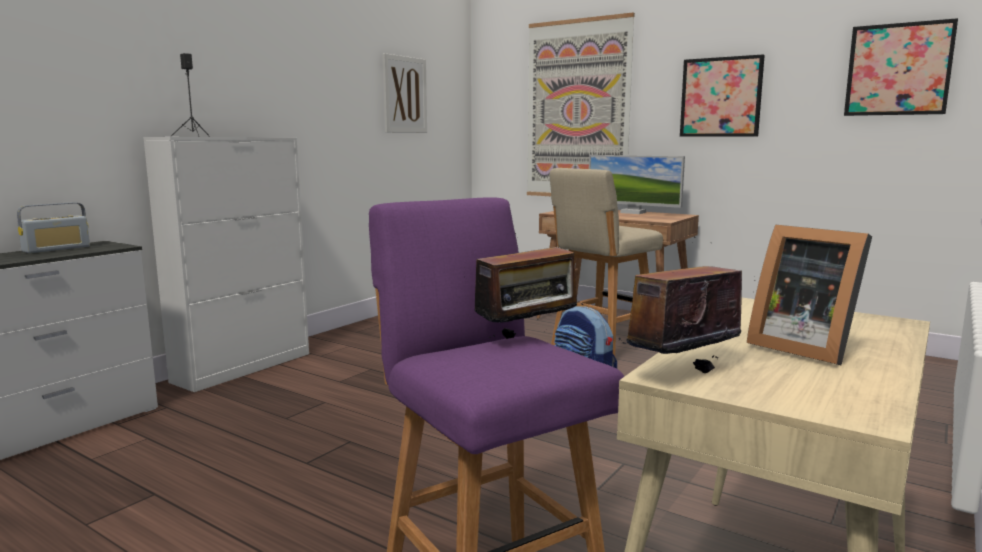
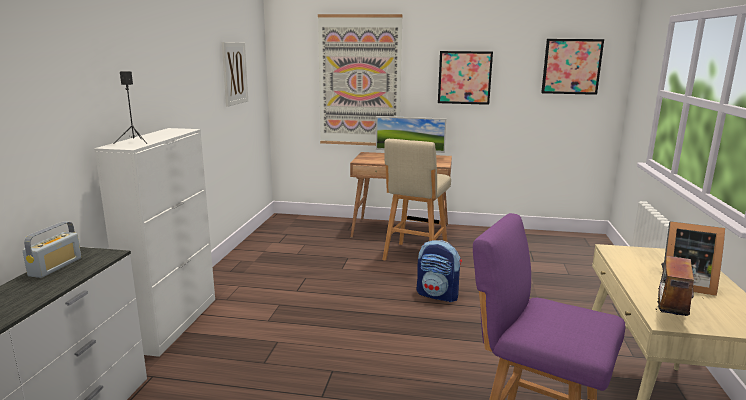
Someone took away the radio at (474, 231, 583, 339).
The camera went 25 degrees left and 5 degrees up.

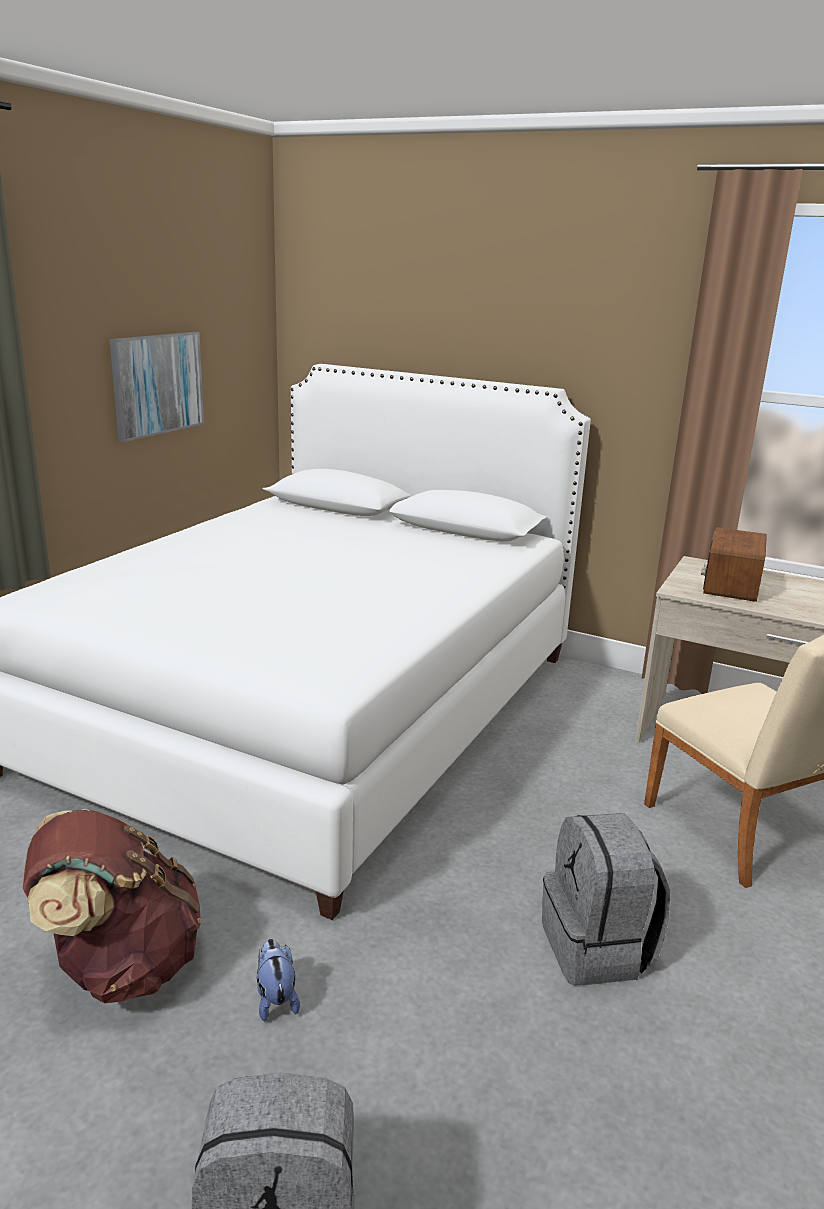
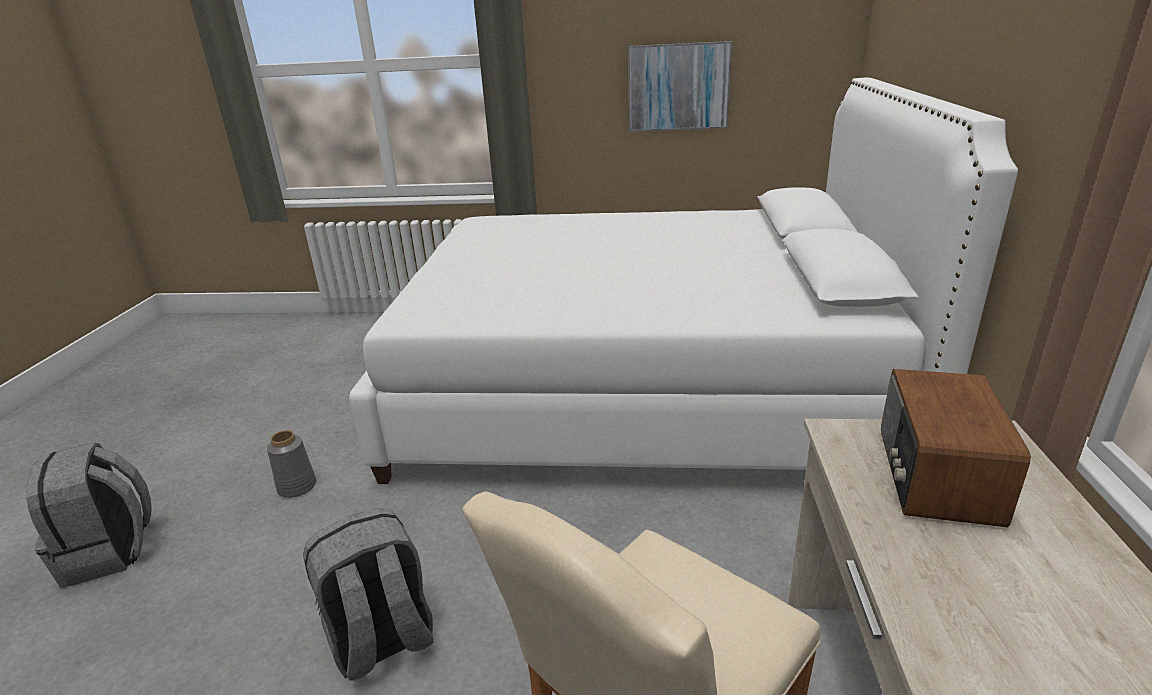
Someone took away the mochila/marrón at (23, 809, 201, 1003).
Someone swapped the peluche at (257, 939, 300, 1021) for the florero/gris at (267, 430, 316, 498).
Someone rotated the radio at (701, 527, 767, 602) by 75 degrees counterclockwise.
The camera went 70 degrees right and 5 degrees up.

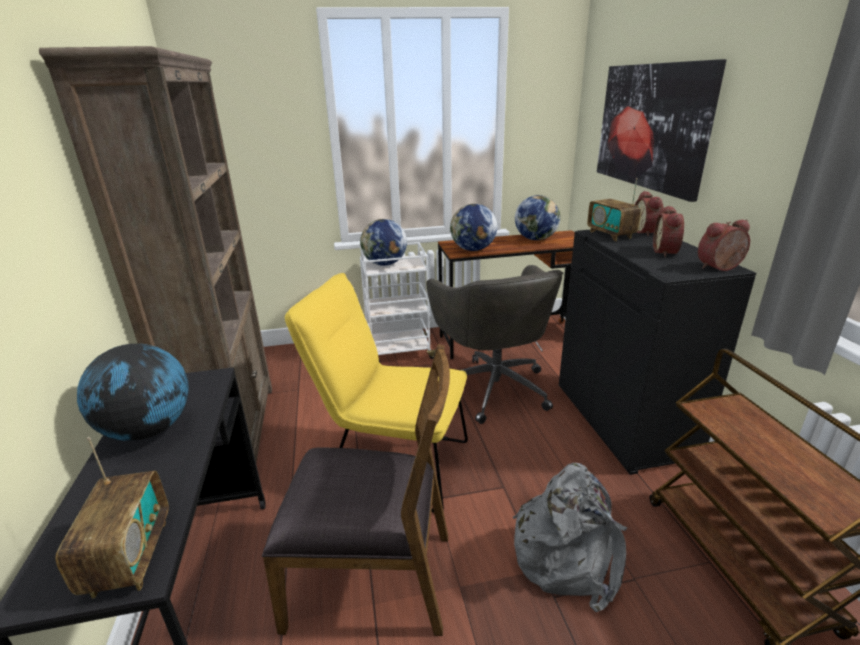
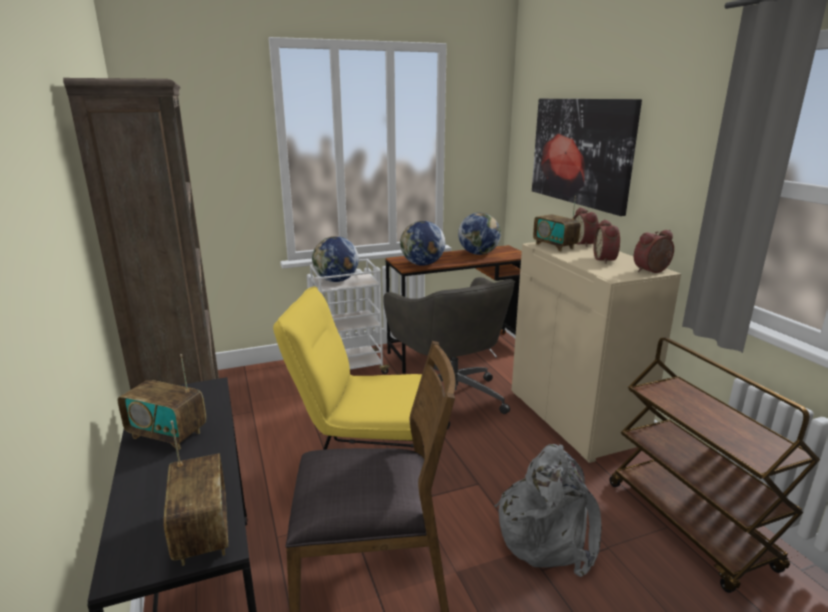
Someone swapped the globo terráqueo at (77, 344, 189, 441) for the radio at (118, 354, 206, 450).
Someone repainted the armario/negro at (559, 230, 756, 475), which became the armario/beis at (512, 242, 681, 463).
The camera went 10 degrees left and 5 degrees down.

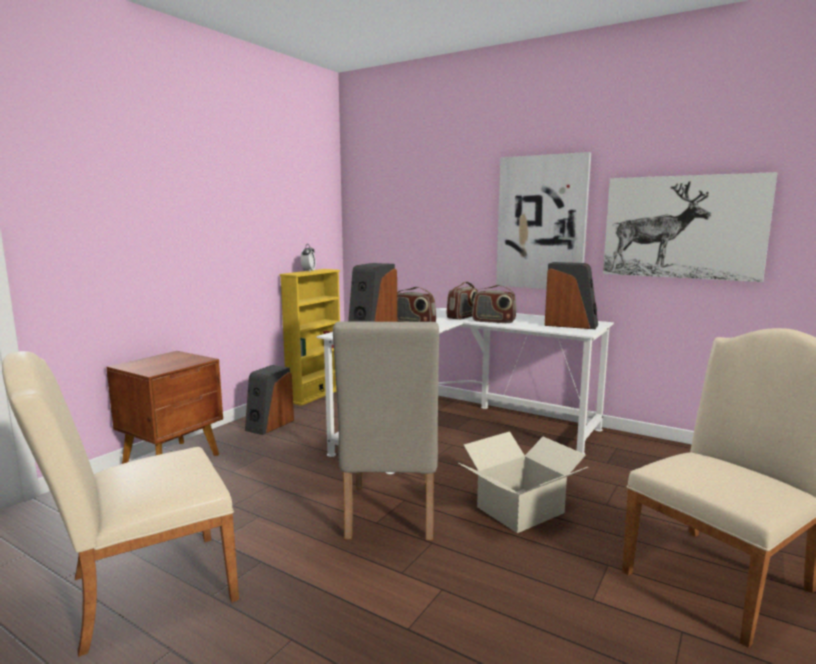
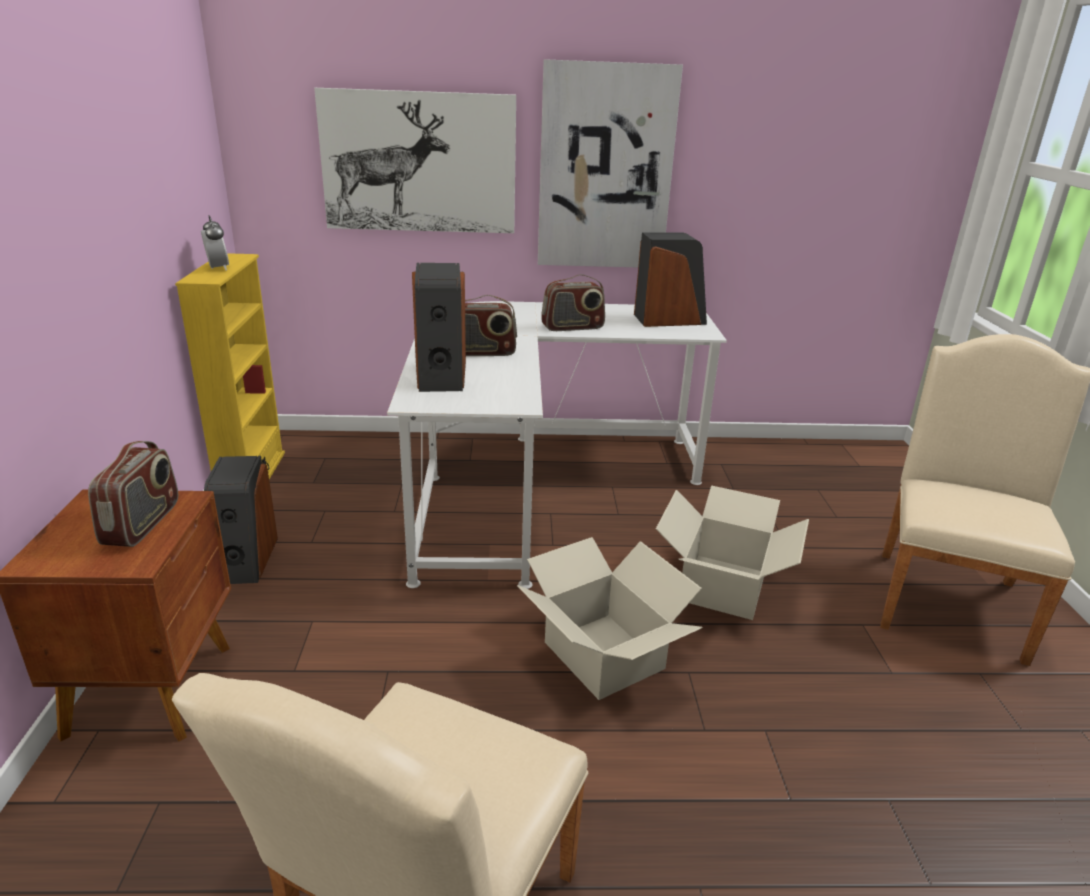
Someone carried the radio from (447, 282, 478, 320) to (88, 441, 178, 547).
Someone carried the cuadro from (603, 172, 778, 282) to (314, 88, 516, 233).
Someone swapped the silla/beis at (333, 321, 439, 540) for the caja de cartón at (517, 537, 702, 700).
The camera went 35 degrees left and 15 degrees up.

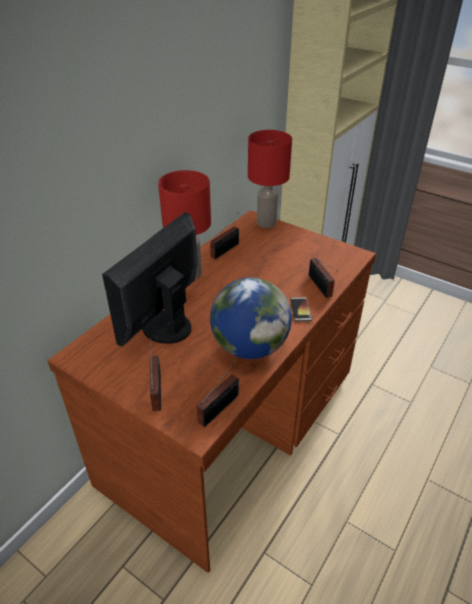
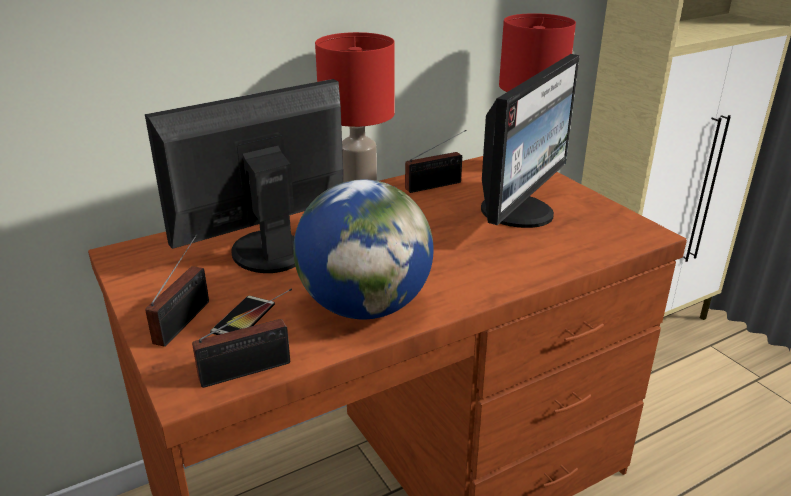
Someone took away the radio at (309, 258, 338, 298).
Someone put down the monitor at (481, 54, 580, 228).
Someone carried the móvil from (290, 297, 312, 322) to (210, 296, 275, 335).
The camera went 25 degrees right and 10 degrees down.

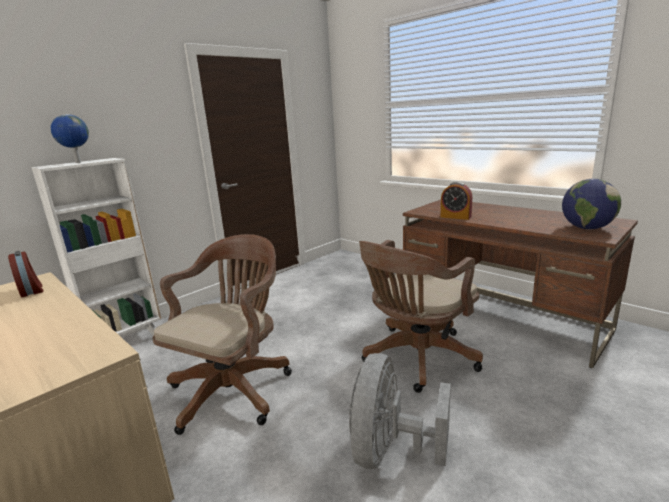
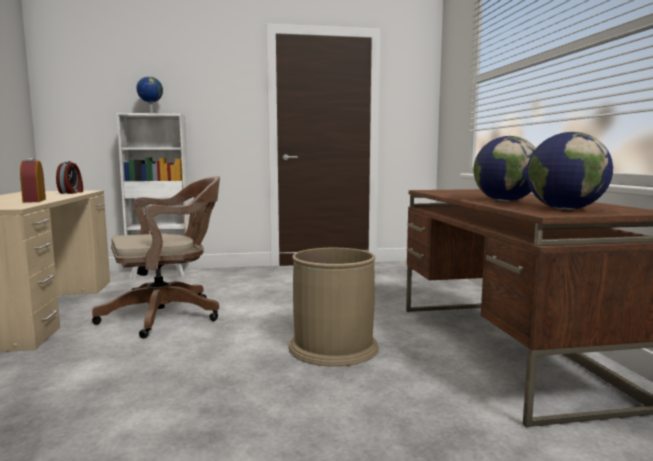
Someone took away the ventilador/gris at (349, 353, 451, 469).
Someone put down the globo terráqueo at (473, 136, 536, 201).
Someone carried the despertador from (441, 182, 472, 220) to (20, 158, 46, 203).
Someone swapped the silla de oficina/marrón at (359, 240, 483, 393) for the papelera/marrón at (289, 248, 379, 367).
The camera went 35 degrees right and 10 degrees down.

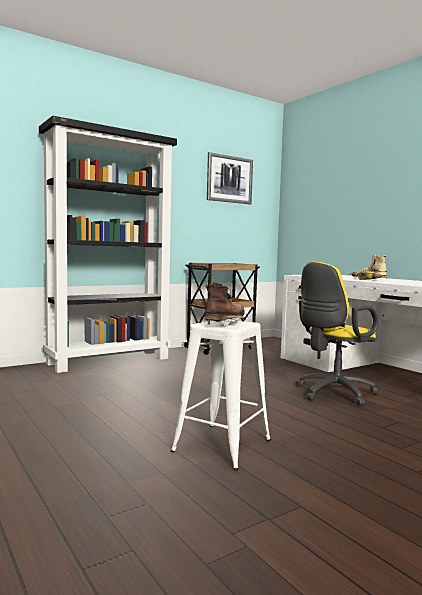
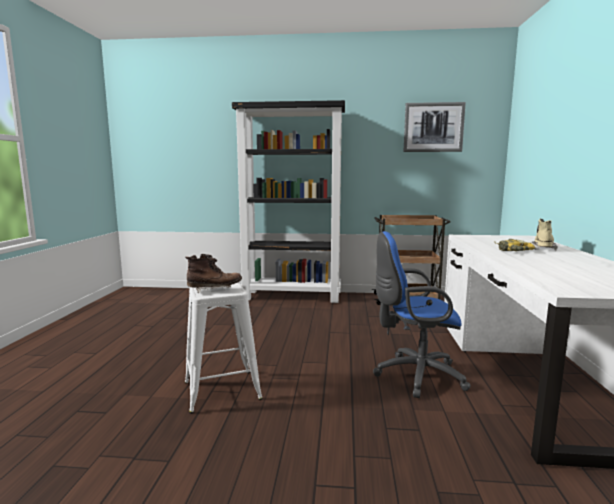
Someone repainted the silla de oficina/amarillo at (296, 262, 379, 406), which became the silla de oficina/azul at (373, 231, 471, 398).
The camera went 40 degrees right and 5 degrees up.

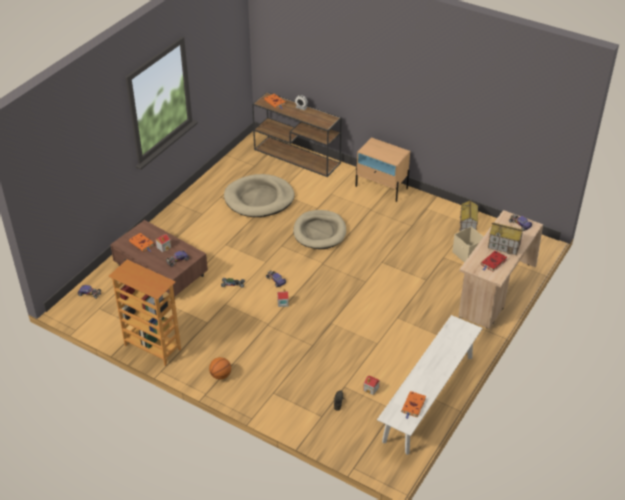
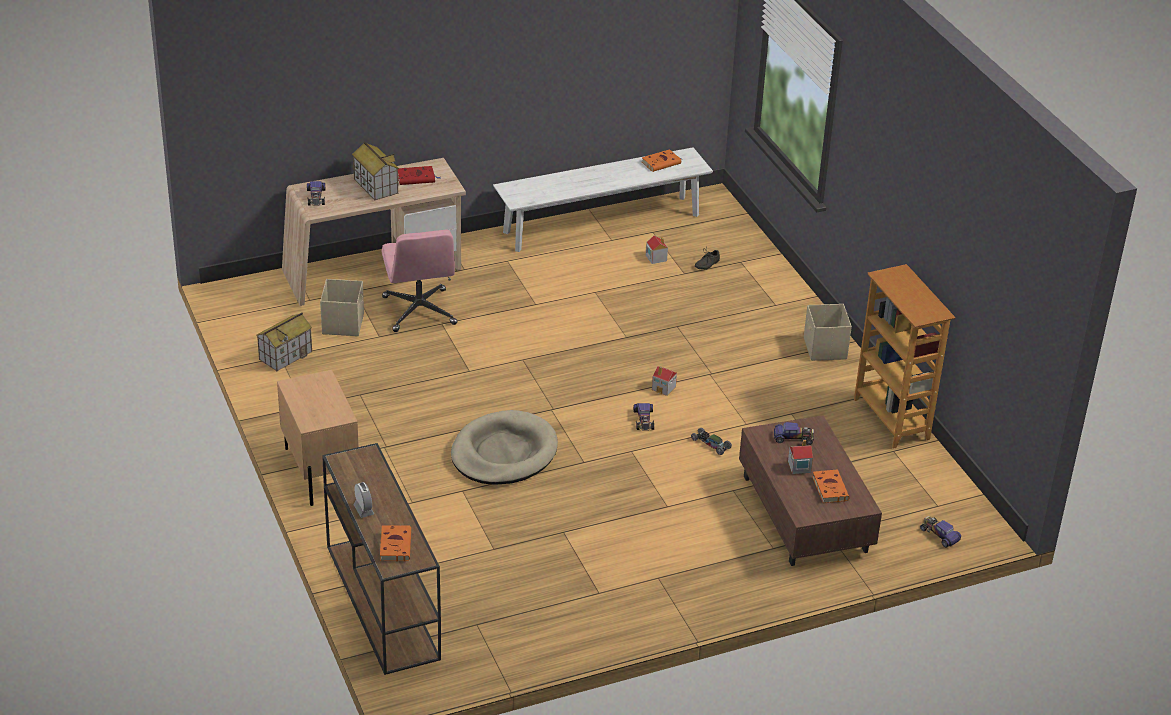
Someone took away the cama para perro/beis at (224, 174, 295, 217).
Someone put down the silla de oficina/rosa at (381, 230, 457, 332).
Someone swapped the balón de baloncesto at (209, 357, 231, 380) for the caja de almacenaje/beis at (804, 304, 852, 361).
The camera went 145 degrees left and 5 degrees down.

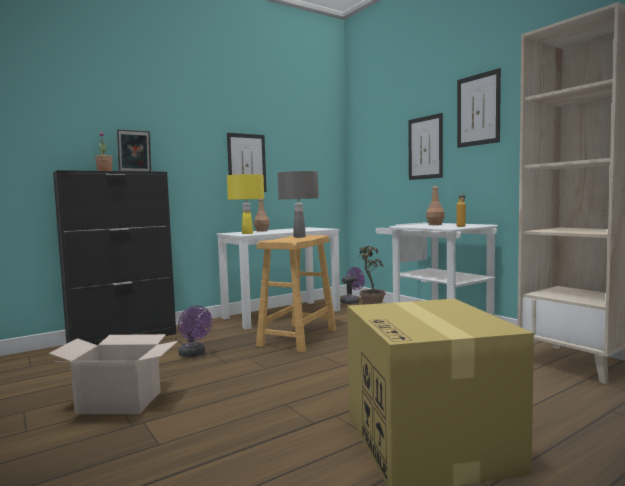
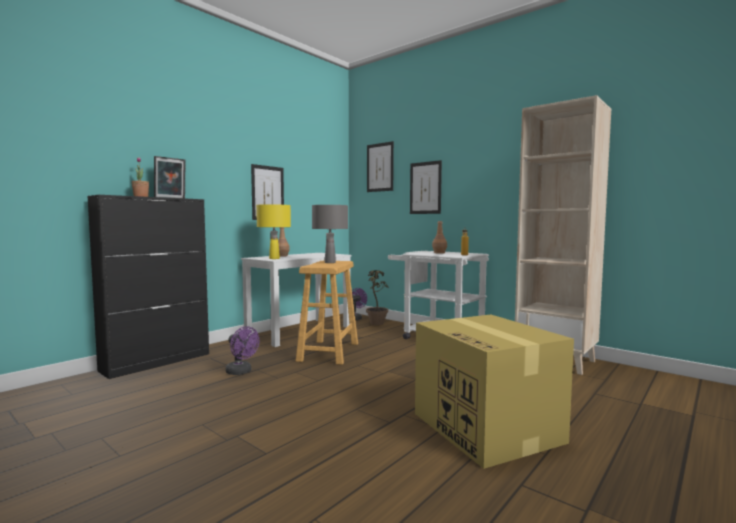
Someone took away the caja de cartón at (49, 334, 178, 414).
Someone carried the cuadro from (457, 68, 501, 148) to (367, 141, 394, 192).
The camera went 15 degrees left and 0 degrees up.

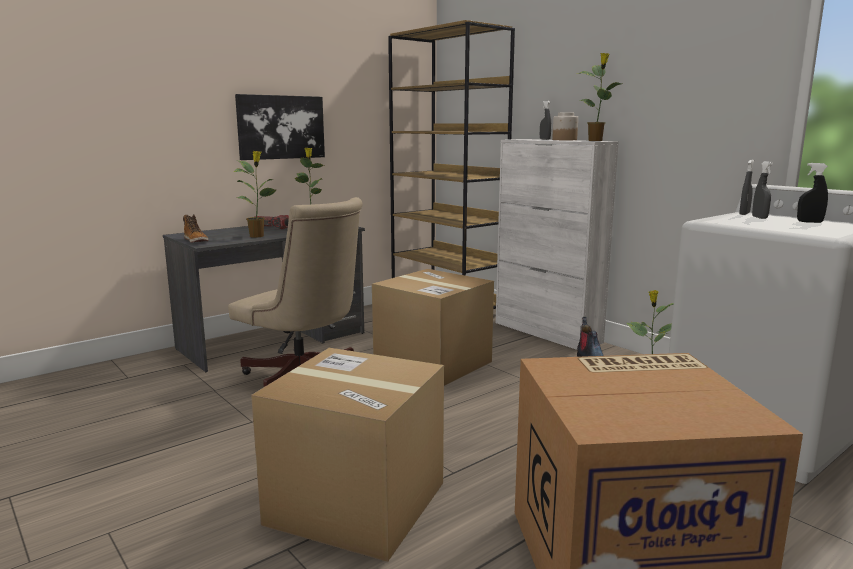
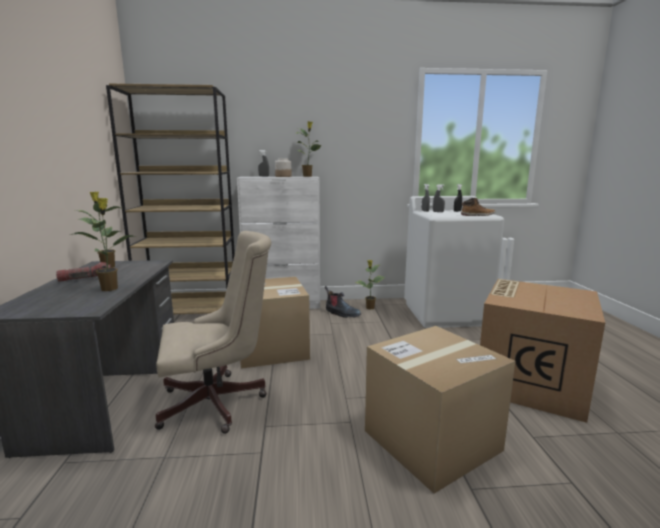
Someone took away the cuadro at (235, 94, 325, 160).
Someone carried the bota from (183, 214, 208, 243) to (461, 198, 495, 216).
The camera went 55 degrees left and 0 degrees up.

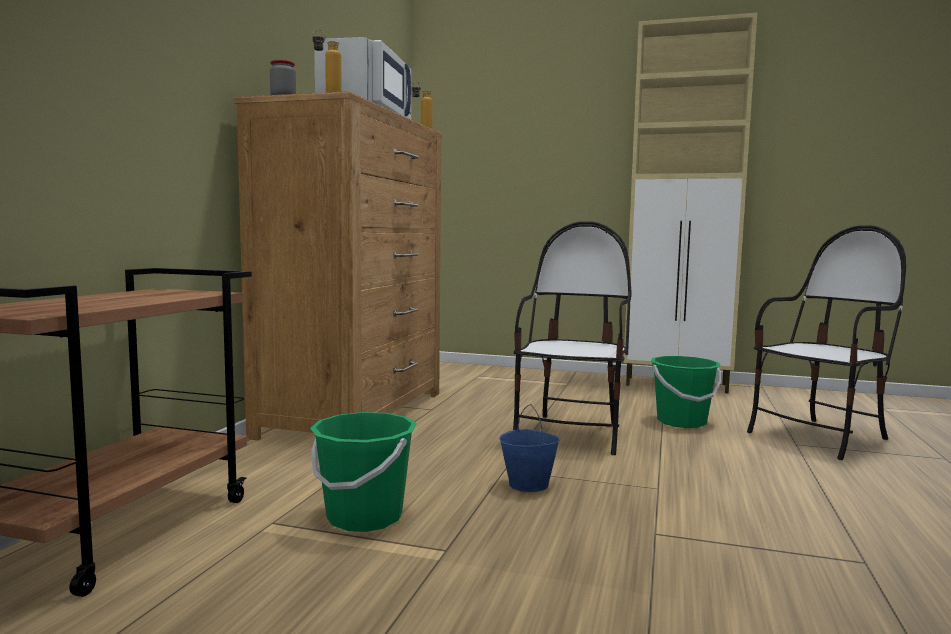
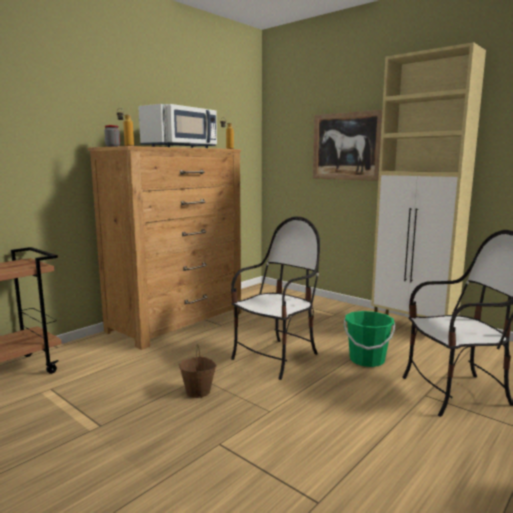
Someone took away the cubo/verde at (310, 412, 417, 532).
Someone put up the cuadro at (313, 110, 382, 181).
Someone repainted the cubo/azul at (499, 404, 560, 492), which became the cubo/marrón at (179, 344, 217, 398).
The camera went 25 degrees right and 5 degrees up.

